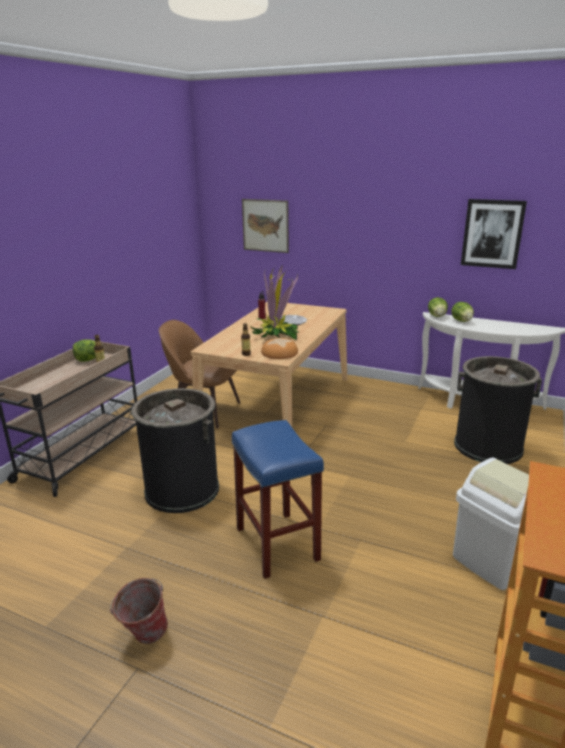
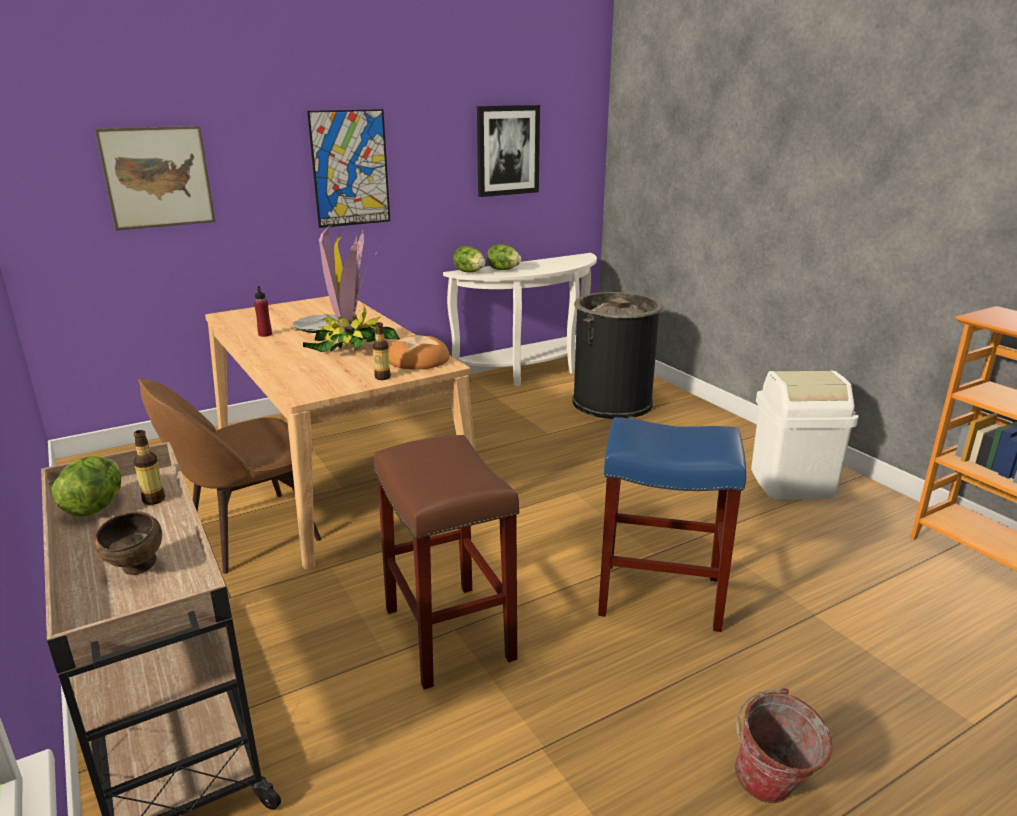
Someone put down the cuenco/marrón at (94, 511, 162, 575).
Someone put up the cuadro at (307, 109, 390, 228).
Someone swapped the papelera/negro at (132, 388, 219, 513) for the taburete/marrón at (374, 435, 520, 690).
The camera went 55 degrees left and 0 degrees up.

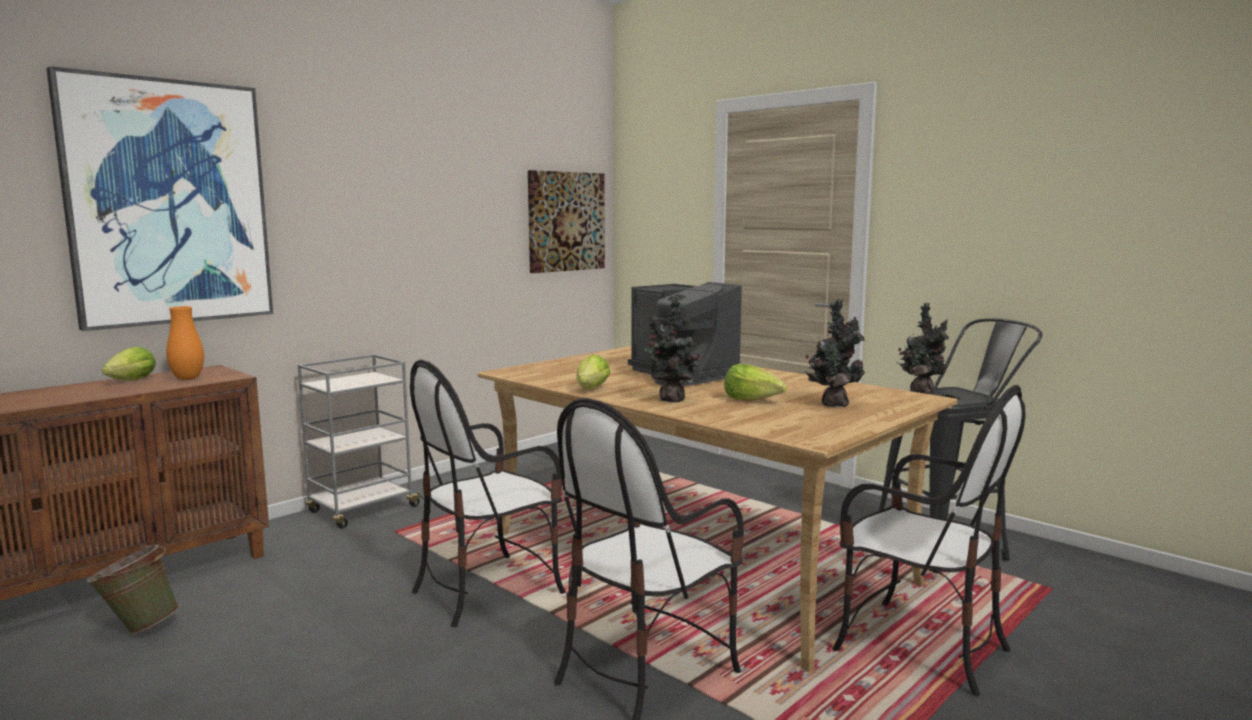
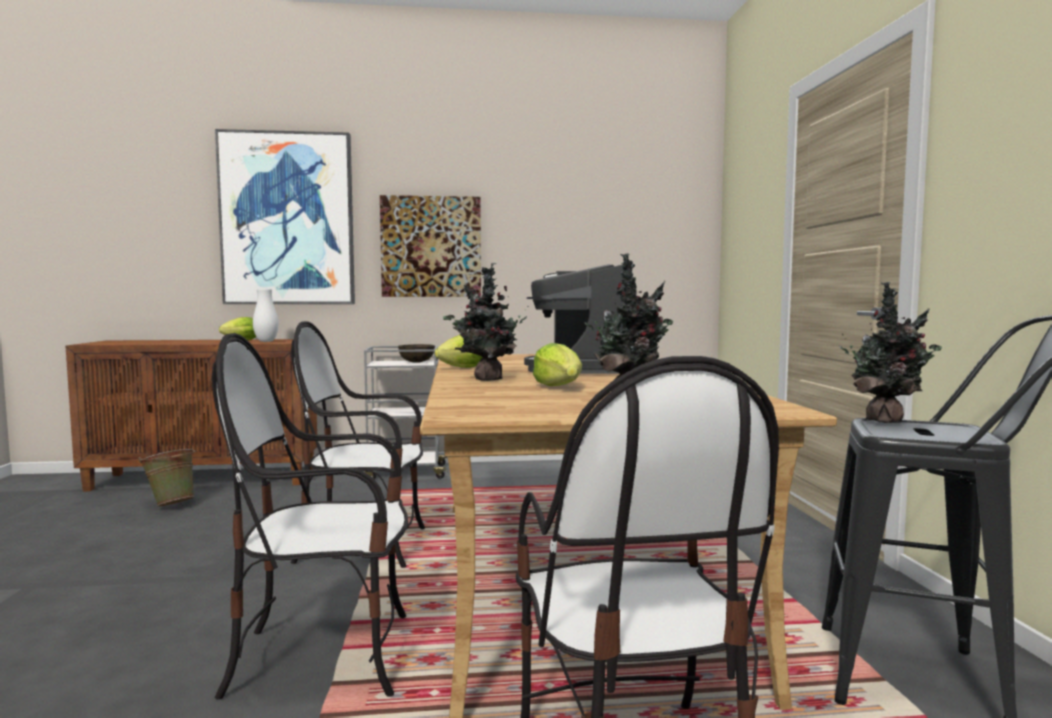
Someone put down the cuenco/marrón at (398, 344, 435, 363).
Someone carried the cuadro from (528, 170, 605, 273) to (380, 195, 481, 297).
Someone repainted the florero/naranja at (166, 306, 204, 380), which became the florero/blanco at (253, 289, 279, 342).
The camera went 40 degrees right and 5 degrees down.

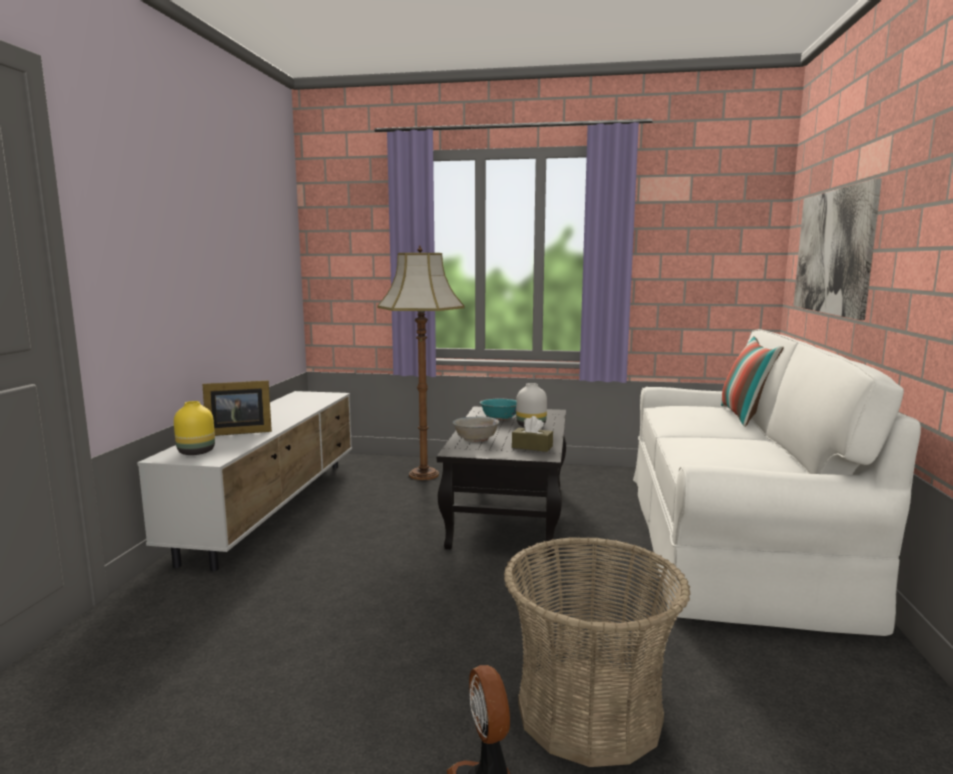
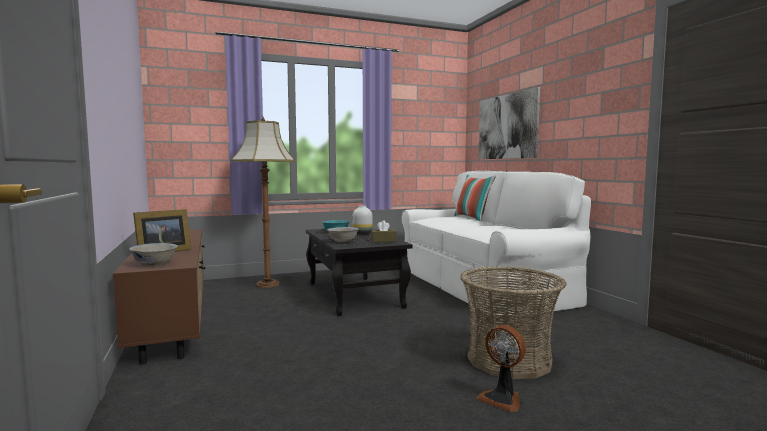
Someone swapped the florero/amarillo at (174, 401, 215, 455) for the cuenco/blanco at (129, 243, 178, 266).
Someone repainted the mueble de televisión/blanco at (137, 391, 352, 571), which became the mueble de televisión/marrón at (113, 229, 205, 365).
The camera went 30 degrees left and 5 degrees down.

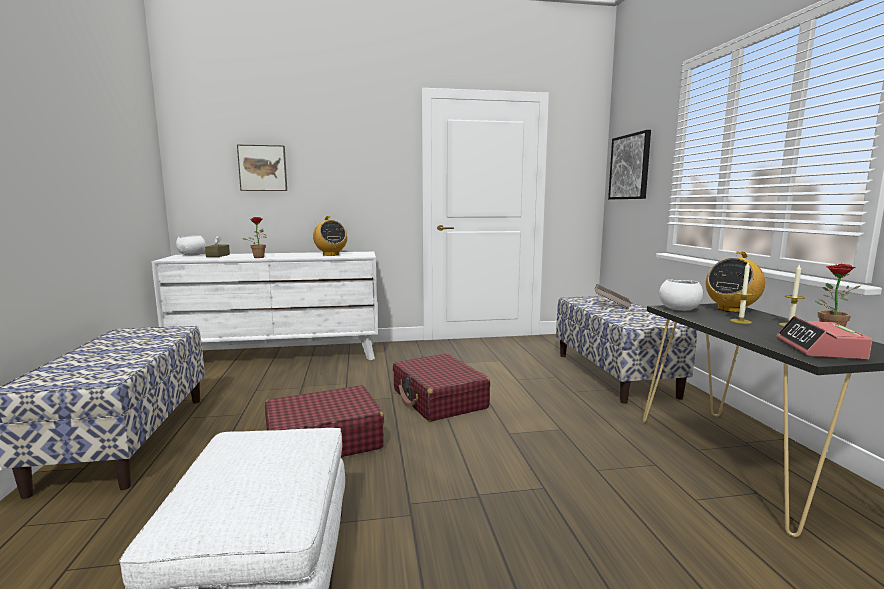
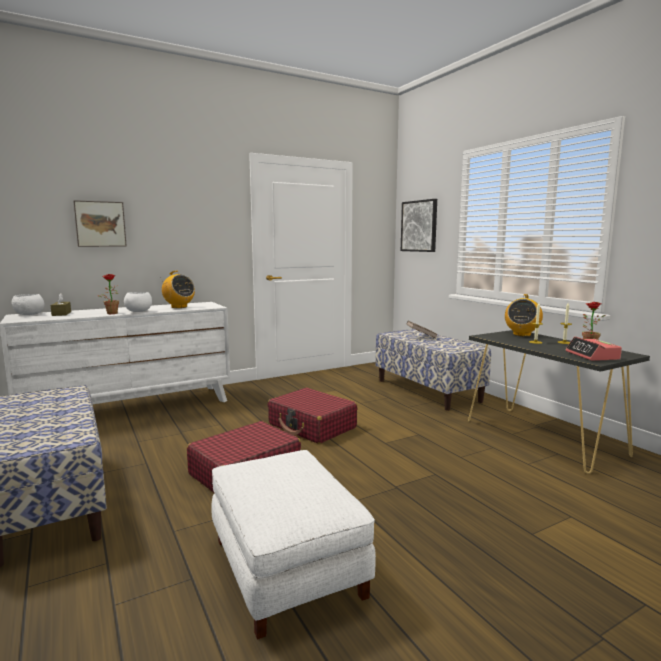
Someone carried the cuenco/blanco from (659, 279, 703, 311) to (124, 292, 152, 312).
The camera went 20 degrees left and 0 degrees up.

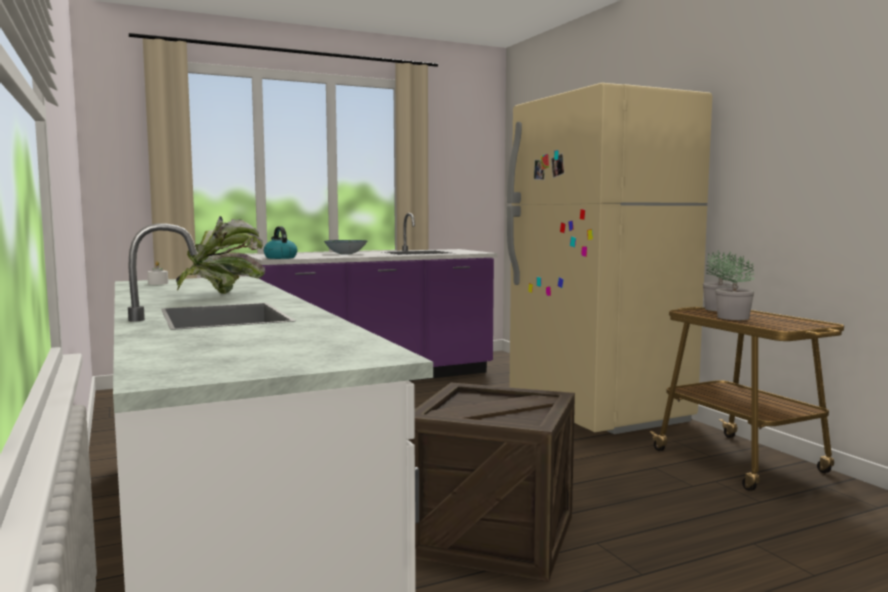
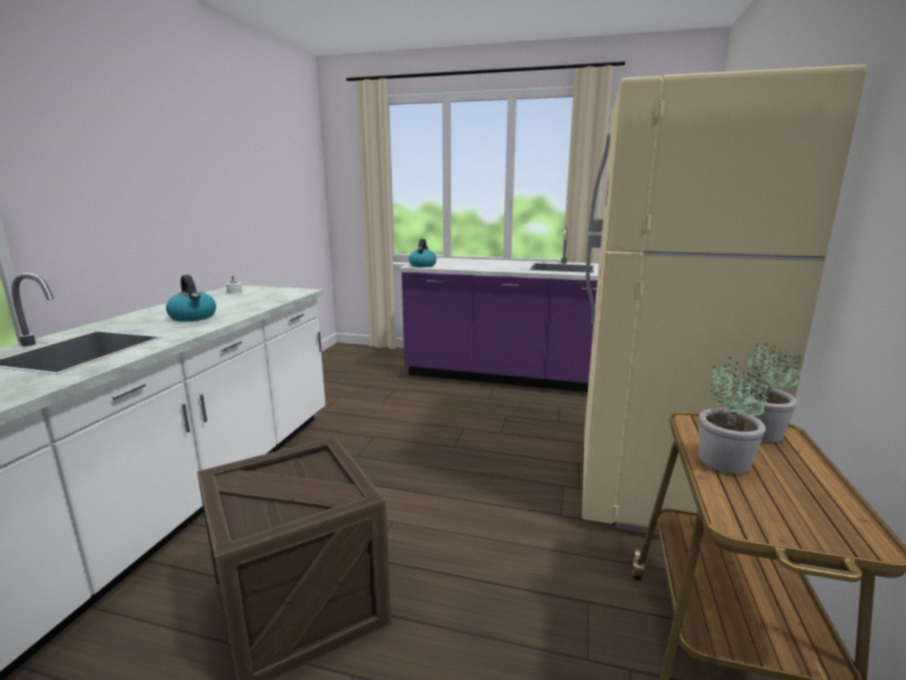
Someone took away the cuenco at (324, 240, 367, 255).
Someone swapped the planta en maceta at (176, 216, 265, 294) for the hervidor at (166, 275, 216, 322).
The camera went 40 degrees right and 10 degrees up.

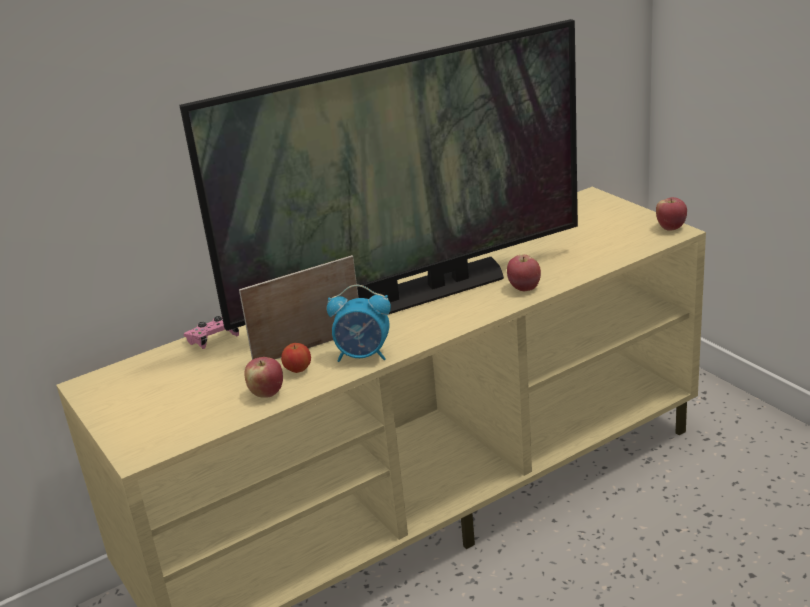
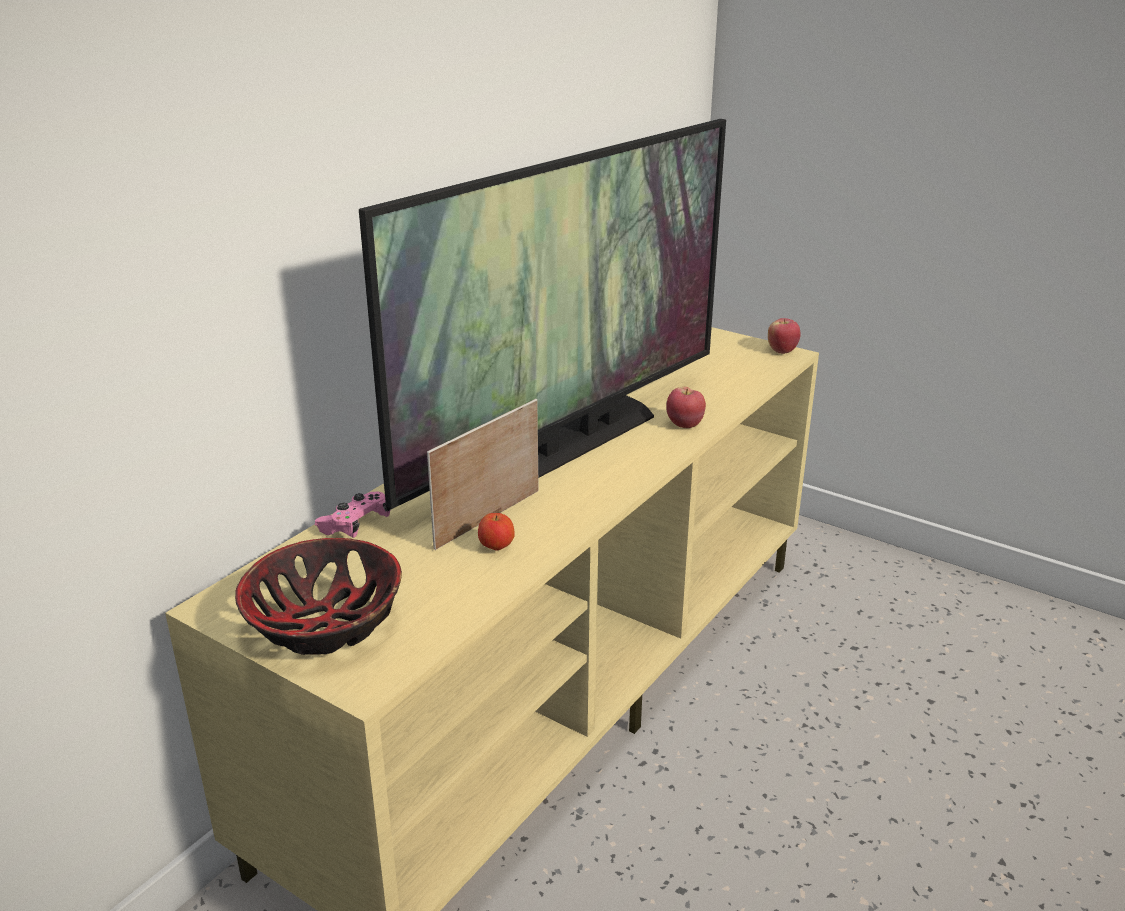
Someone took away the manzana at (245, 357, 283, 398).
Someone took away the despertador at (327, 285, 391, 362).
Someone put down the cuenco at (235, 538, 402, 655).
The camera went 25 degrees left and 0 degrees up.

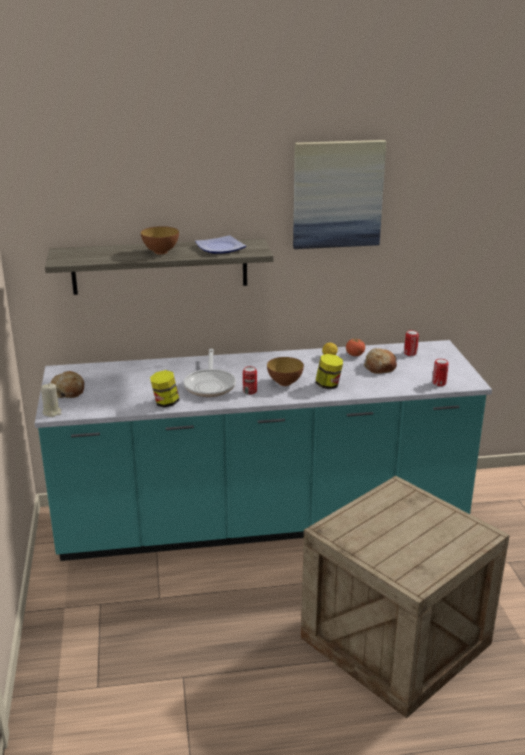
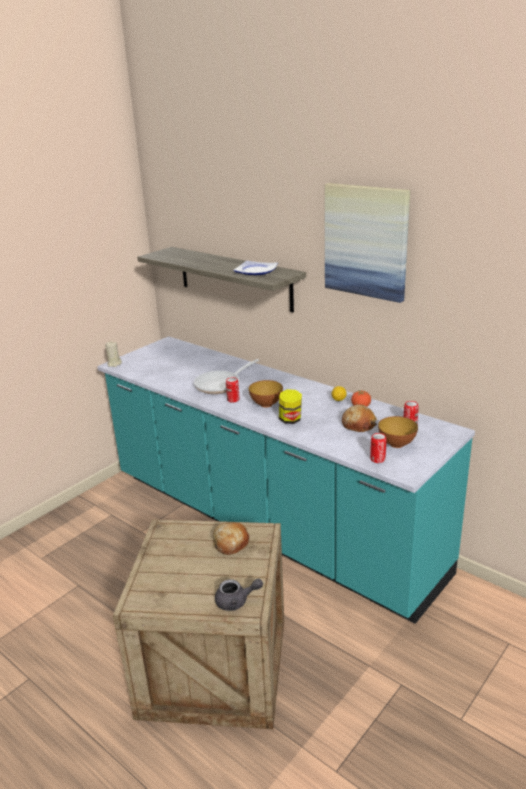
Someone took away the tarro at (150, 370, 180, 408).
Someone put down the tetera/gris at (215, 579, 263, 611).
Someone carried the pan from (51, 371, 84, 398) to (213, 522, 249, 555).
Someone carried the cuenco from (141, 226, 179, 255) to (378, 416, 418, 448).
The camera went 50 degrees right and 0 degrees up.

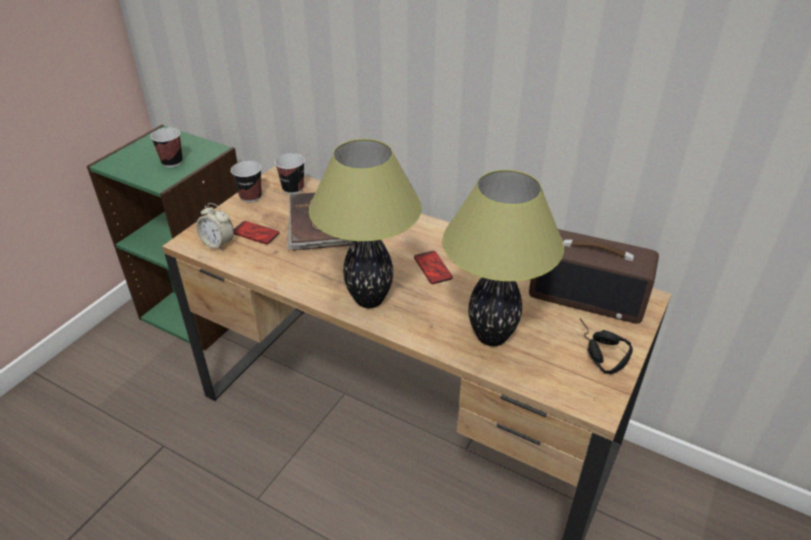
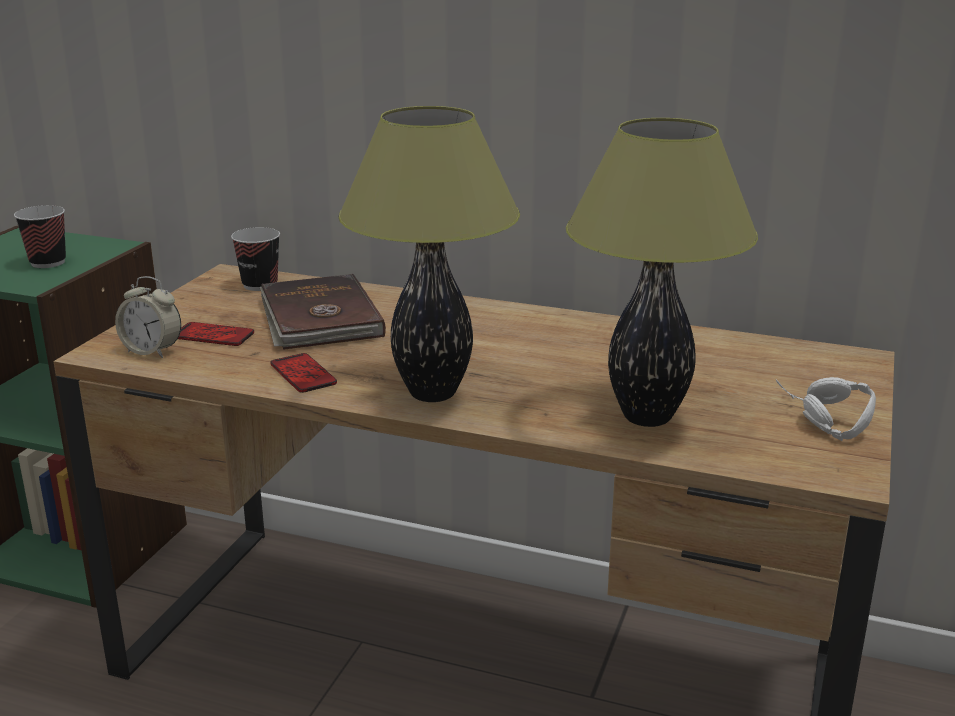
Someone took away the taza at (231, 161, 262, 203).
Someone took away the radio at (529, 229, 659, 324).
Someone carried the móvil from (414, 251, 453, 284) to (270, 353, 337, 393).
Someone repainted the auriculares/negro at (580, 319, 633, 374), which became the auriculares/blanco at (776, 377, 876, 441).
The camera went 10 degrees left and 15 degrees down.

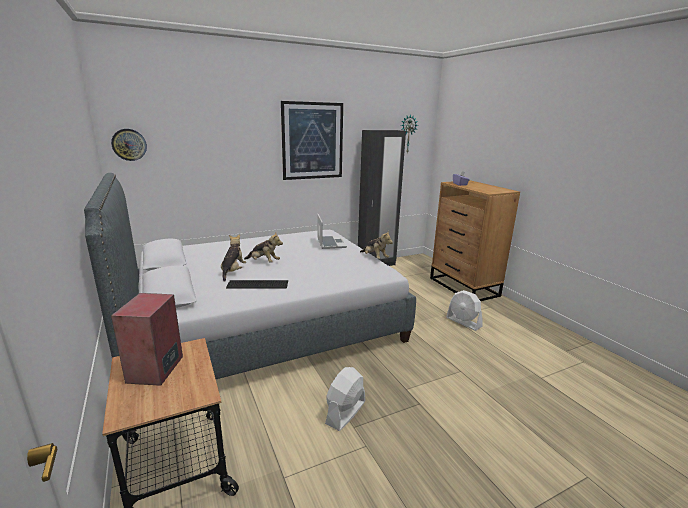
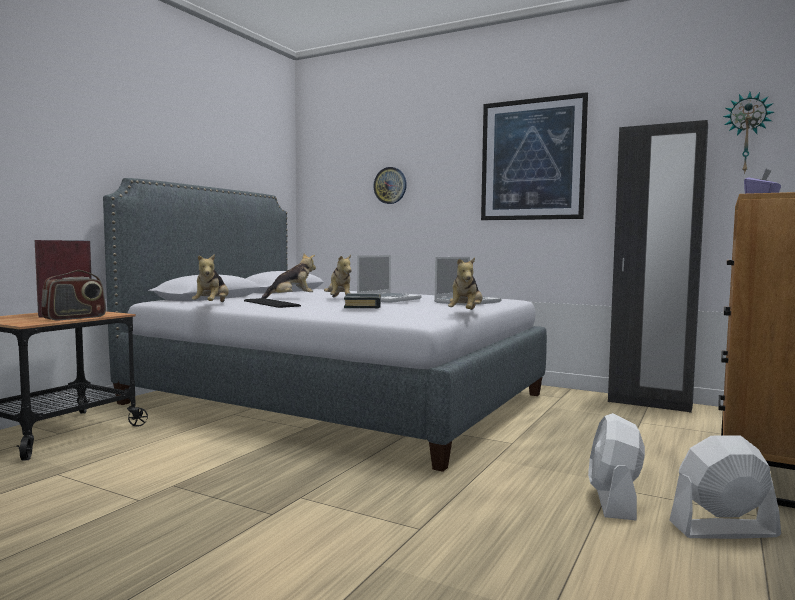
Someone put down the radio at (41, 270, 106, 320).
Someone put down the peluche at (192, 254, 229, 302).
Someone put down the libro/negro at (344, 293, 381, 308).
Someone put down the portátil at (357, 255, 422, 303).
Someone carried the reloj de pared from (111, 129, 147, 161) to (373, 167, 407, 204).
Someone carried the ventilador/blanco from (325, 367, 365, 431) to (669, 435, 781, 539).
The camera went 55 degrees right and 15 degrees down.

